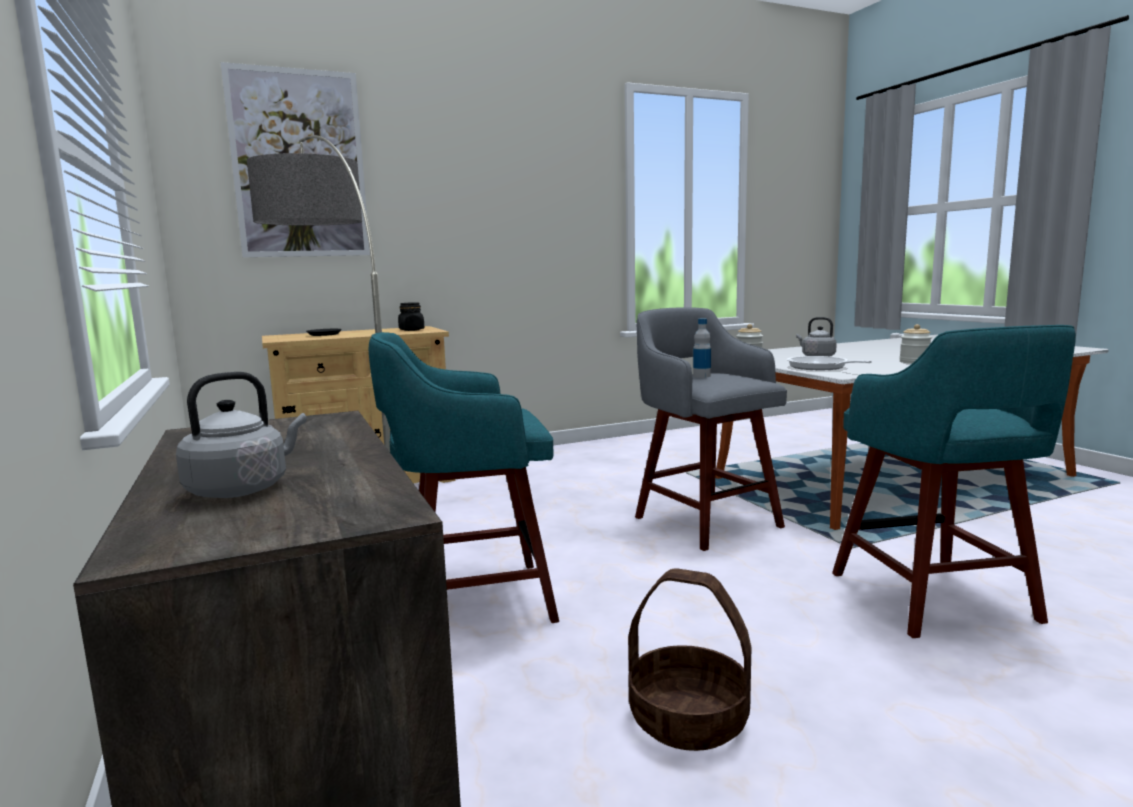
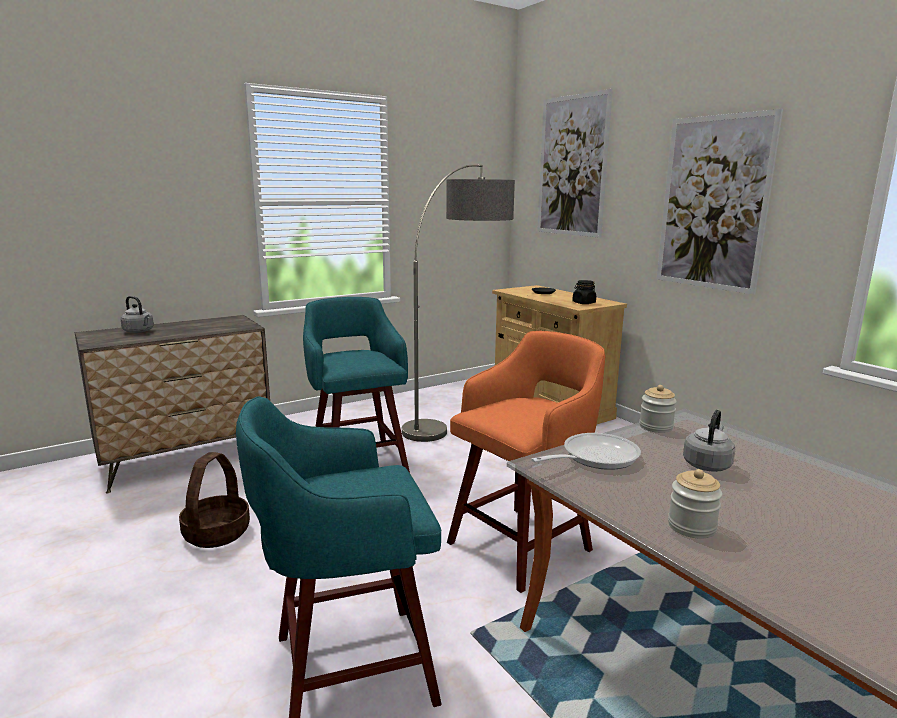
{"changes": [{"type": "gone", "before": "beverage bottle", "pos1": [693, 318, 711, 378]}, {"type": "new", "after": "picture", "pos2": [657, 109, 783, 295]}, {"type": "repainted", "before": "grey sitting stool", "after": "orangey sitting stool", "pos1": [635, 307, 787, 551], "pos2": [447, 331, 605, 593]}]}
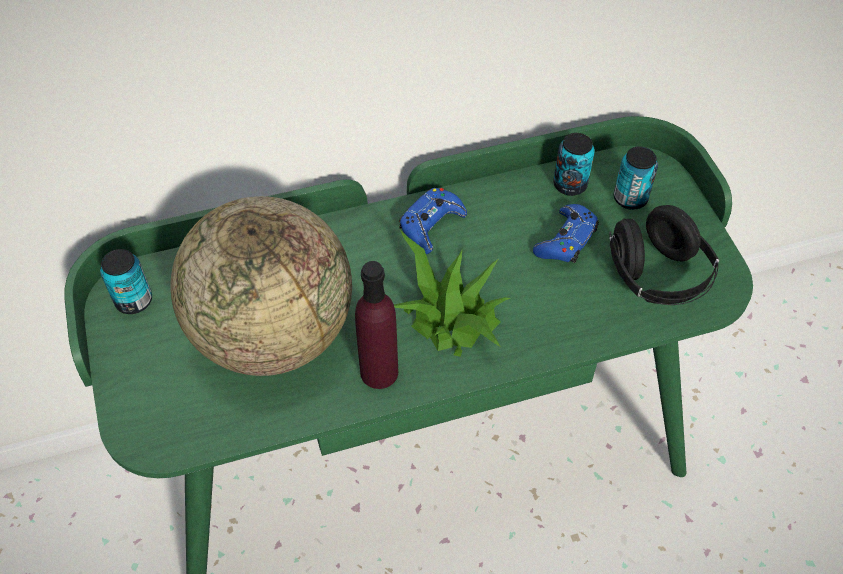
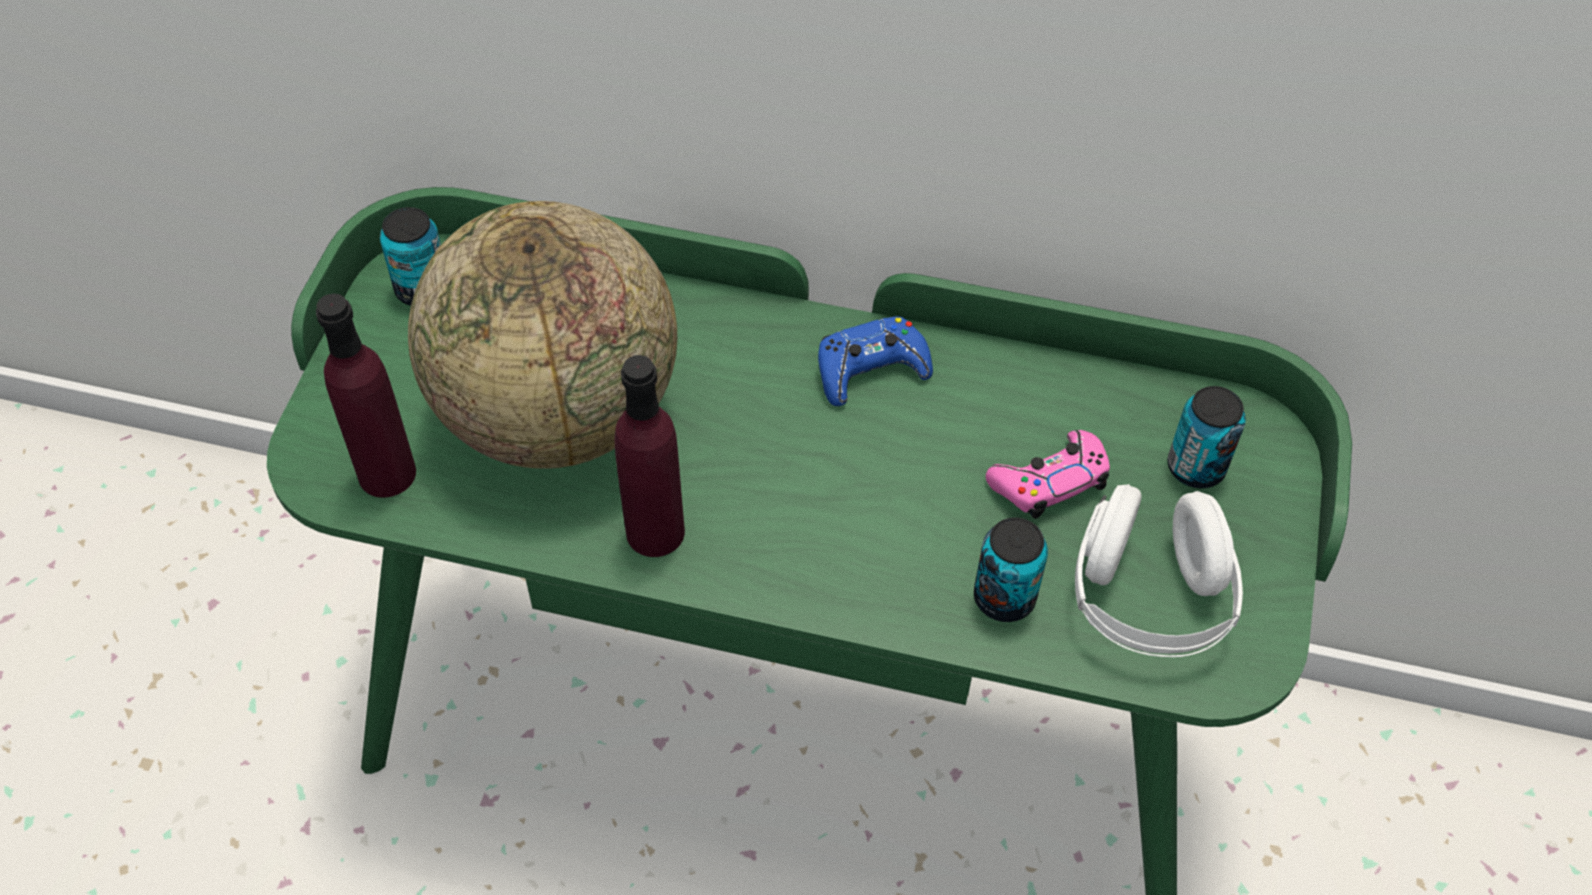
{"changes": [{"type": "gone", "before": "plant in a pot", "pos1": [394, 230, 511, 357]}, {"type": "new", "after": "purple beverage bottle", "pos2": [316, 293, 416, 498]}, {"type": "shifted", "before": "metal can", "pos1": [553, 133, 595, 196], "pos2": [974, 517, 1048, 622]}, {"type": "repainted", "before": "blue joypad", "after": "pink joypad", "pos1": [533, 204, 599, 263], "pos2": [986, 430, 1110, 519]}, {"type": "repainted", "before": "black headphones", "after": "whitish headphones", "pos1": [609, 205, 719, 305], "pos2": [1075, 484, 1243, 657]}]}
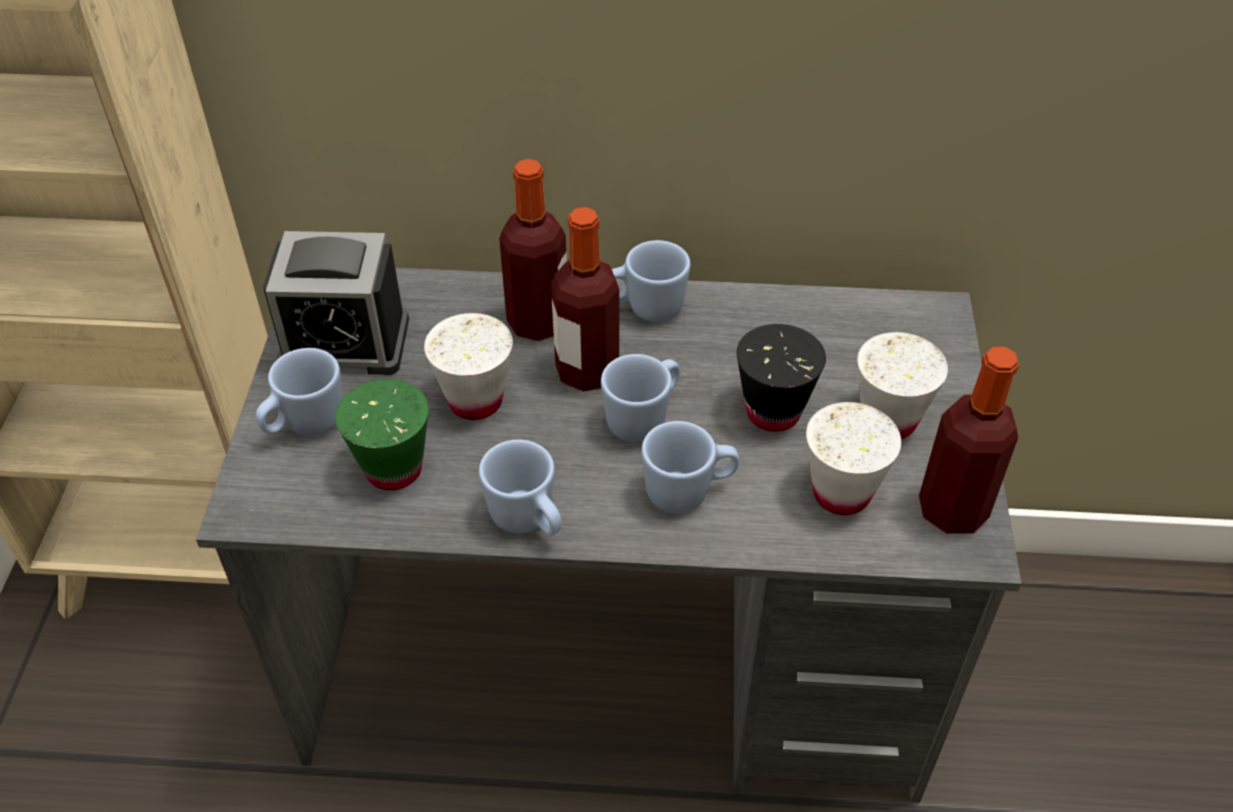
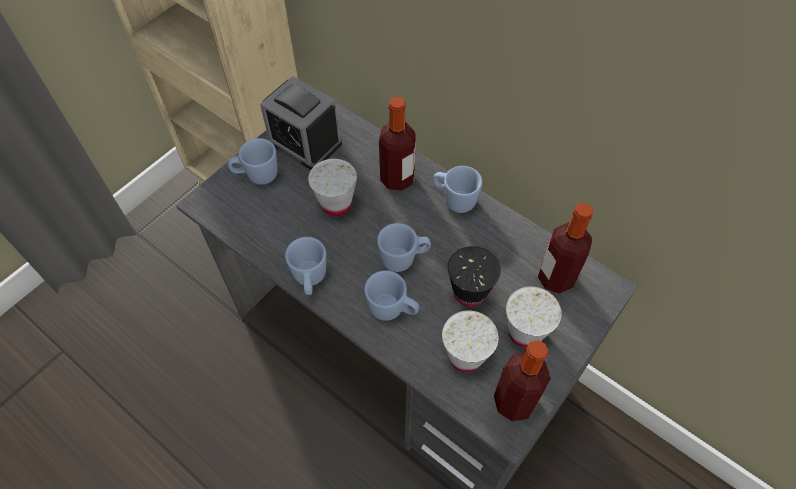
{"changes": [{"type": "gone", "before": "greenish cup", "pos1": [335, 379, 429, 490]}, {"type": "shifted", "before": "beverage bottle", "pos1": [551, 207, 619, 392], "pos2": [538, 203, 593, 294]}]}
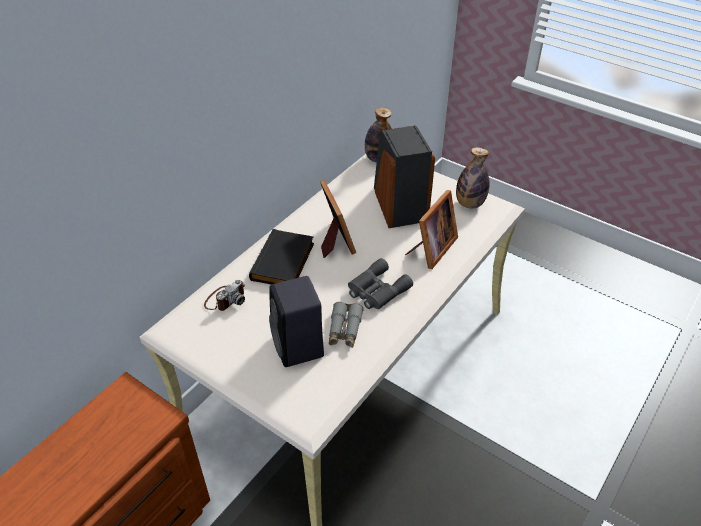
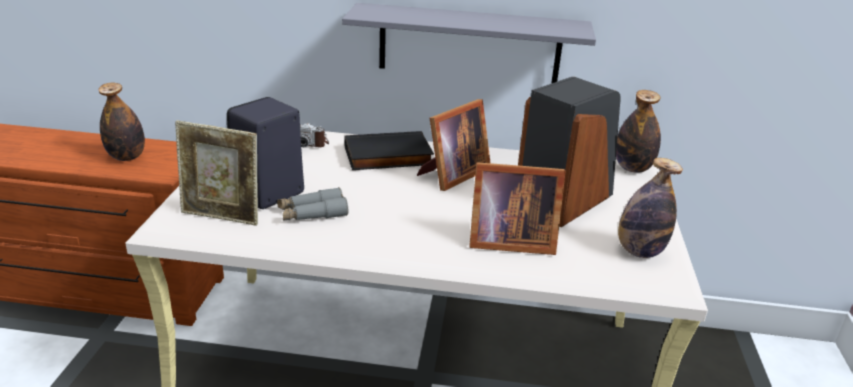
{"changes": [{"type": "gone", "before": "grey binoculars", "pos1": [348, 258, 413, 309]}, {"type": "new", "after": "beverage bottle", "pos2": [98, 83, 145, 161]}, {"type": "new", "after": "standing frame", "pos2": [175, 120, 258, 226]}, {"type": "new", "after": "grey bracket shelf", "pos2": [342, 3, 596, 84]}]}
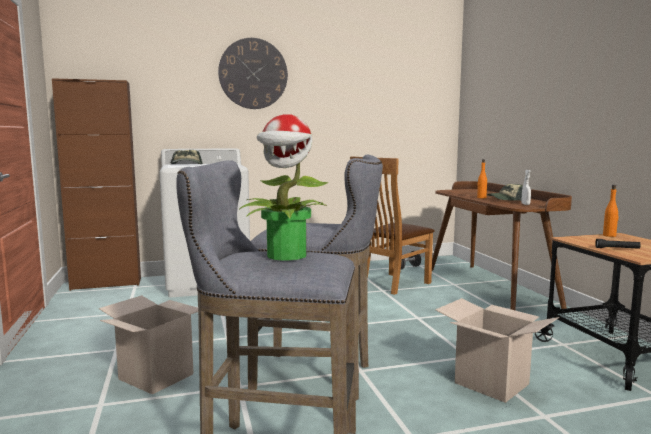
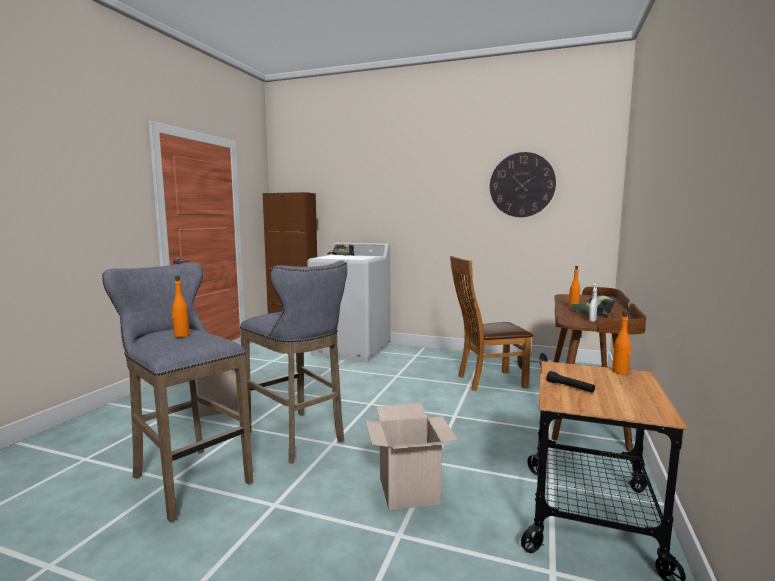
{"changes": [{"type": "shifted", "before": "clock on the wall", "pos1": [218, 38, 288, 109], "pos2": [490, 152, 556, 217]}, {"type": "swapped", "before": "plant in a pot", "after": "orangey beverage bottle", "pos1": [239, 114, 328, 261], "pos2": [172, 276, 189, 337]}]}
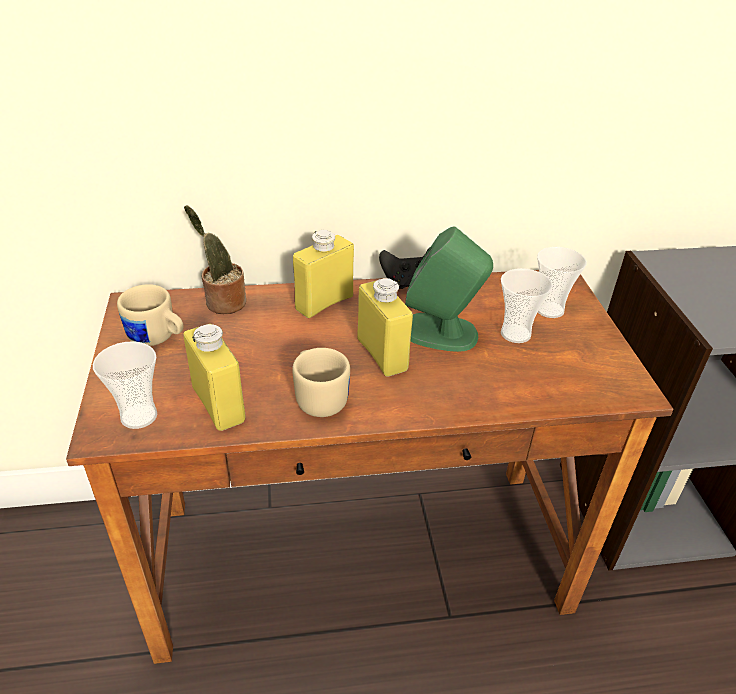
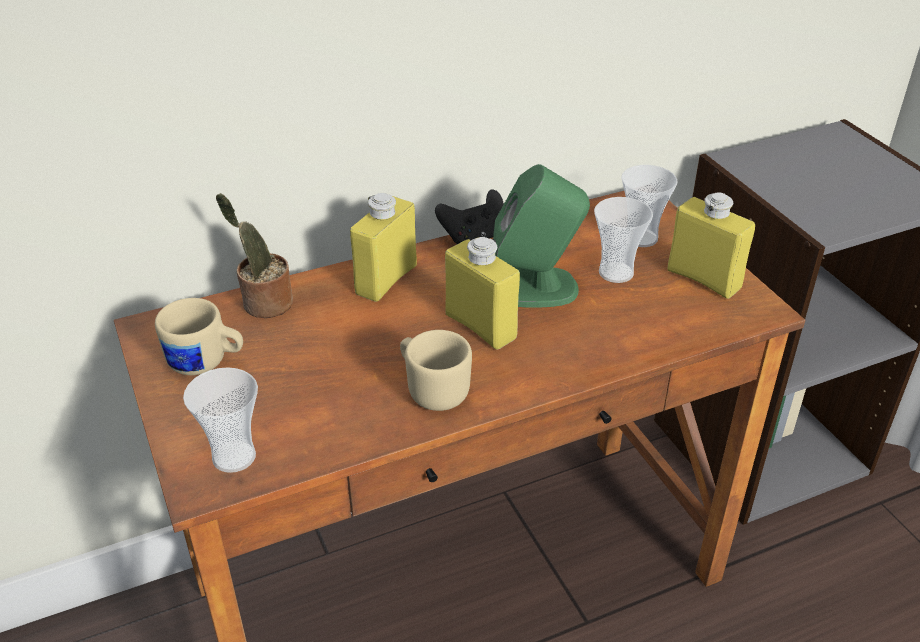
{"changes": [{"type": "shifted", "before": "yellowish beverage bottle", "pos1": [183, 324, 245, 431], "pos2": [668, 192, 755, 299]}]}
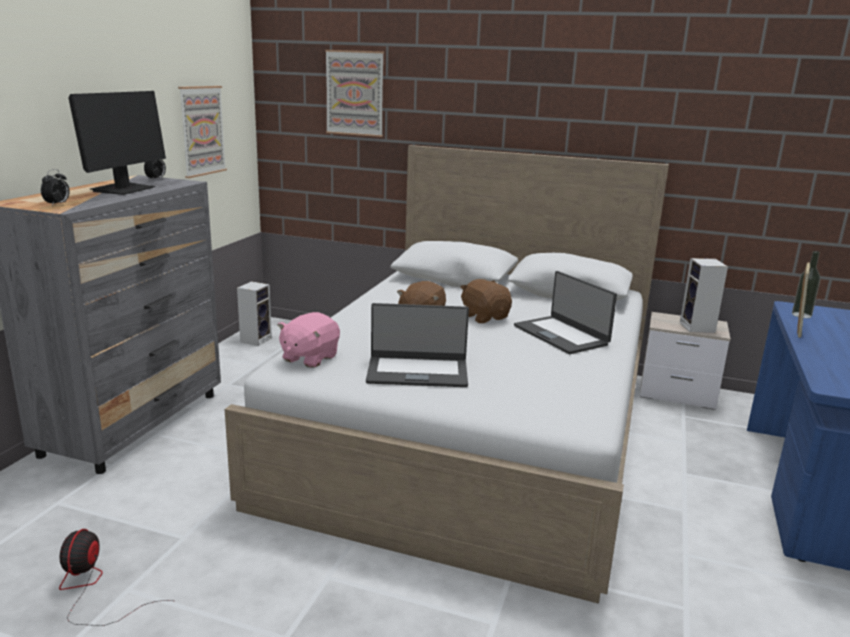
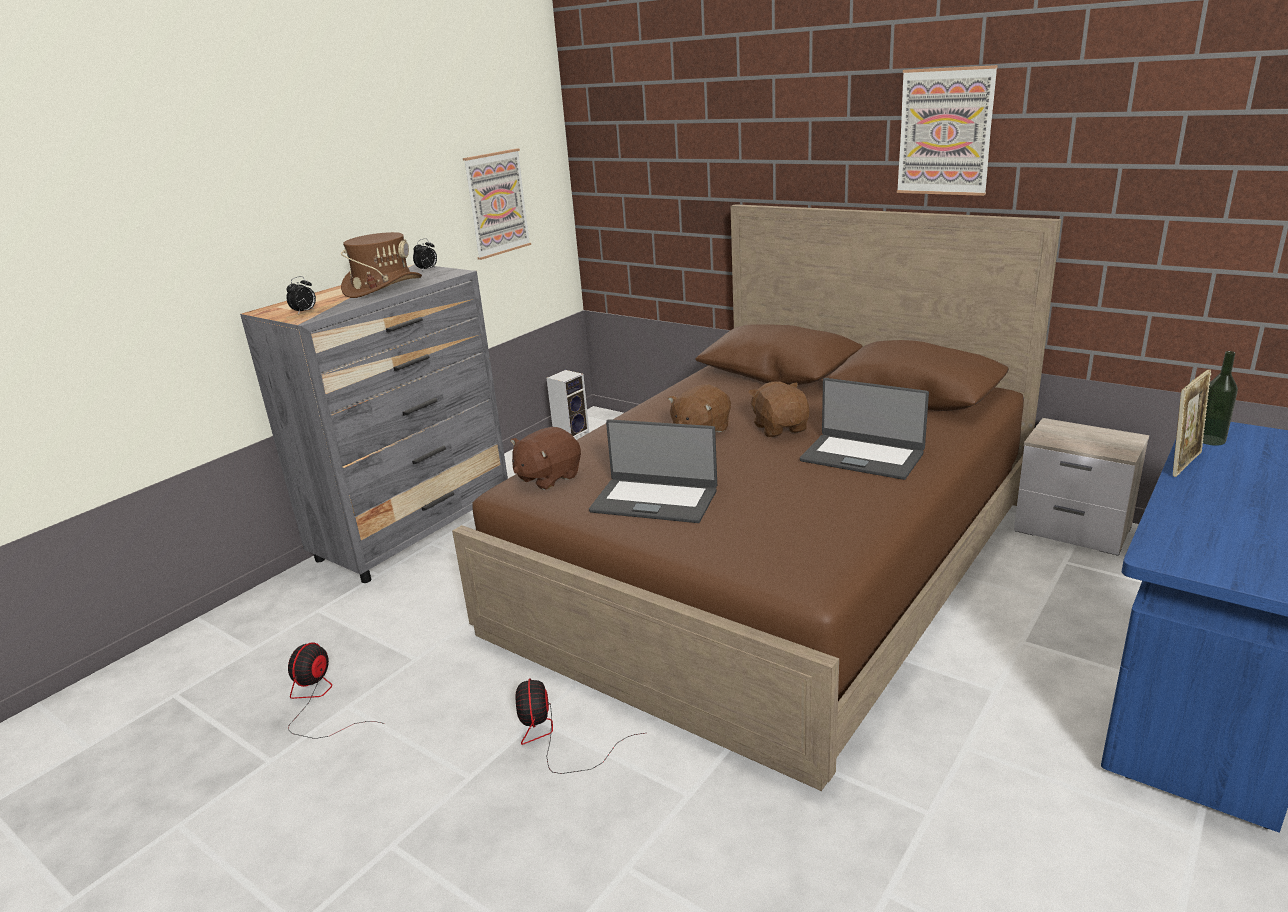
{"changes": [{"type": "gone", "before": "speaker", "pos1": [680, 258, 728, 333]}, {"type": "new", "after": "electric fan", "pos2": [516, 678, 645, 774]}, {"type": "shifted", "before": "picture", "pos1": [325, 50, 384, 137], "pos2": [897, 65, 998, 196]}, {"type": "swapped", "before": "computer display", "after": "brown-coloured hat", "pos1": [68, 91, 166, 195], "pos2": [341, 232, 422, 298]}, {"type": "repainted", "before": "whitish sleeping bed", "after": "brown-coloured sleeping bed", "pos1": [225, 145, 669, 604], "pos2": [452, 204, 1061, 791]}, {"type": "repainted", "before": "pink cuddly toy", "after": "brown-coloured cuddly toy", "pos1": [277, 312, 340, 368], "pos2": [511, 427, 581, 490]}, {"type": "rotated", "before": "laptop", "pos1": [514, 271, 617, 354], "pos2": [800, 378, 929, 480], "turn": -45}]}
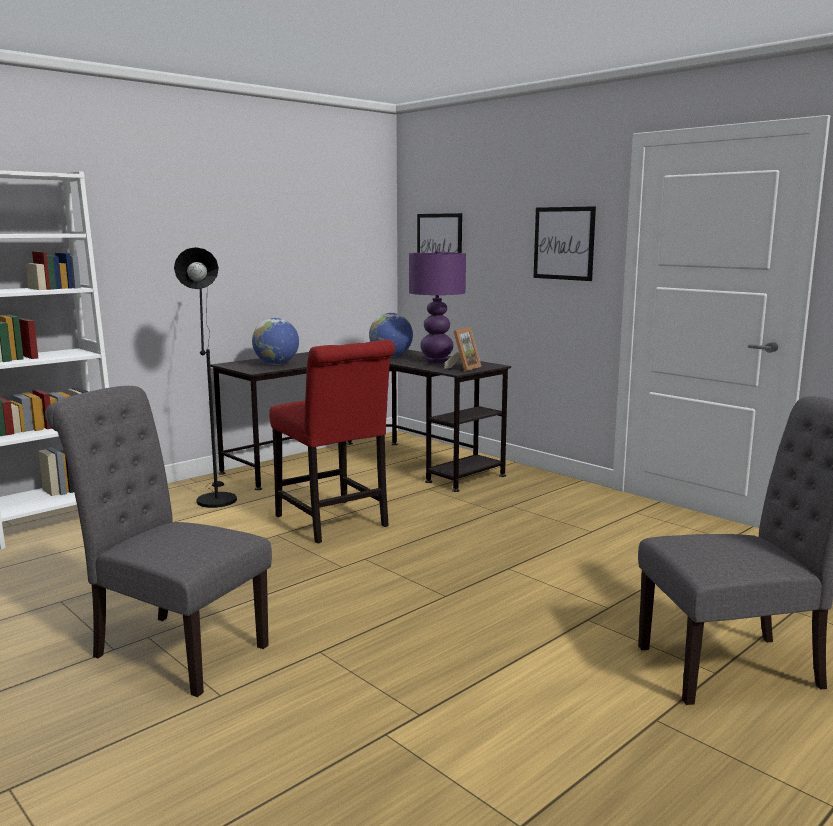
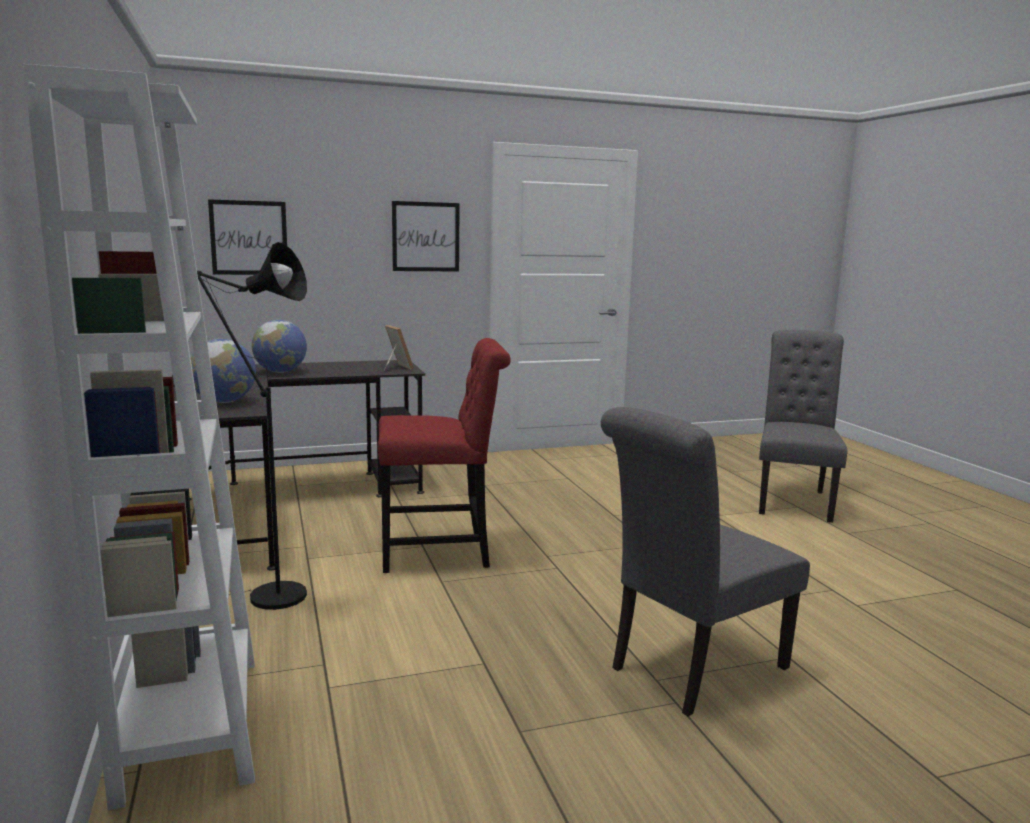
{"changes": [{"type": "gone", "before": "purple tabletop lamp", "pos1": [409, 249, 466, 363]}]}
